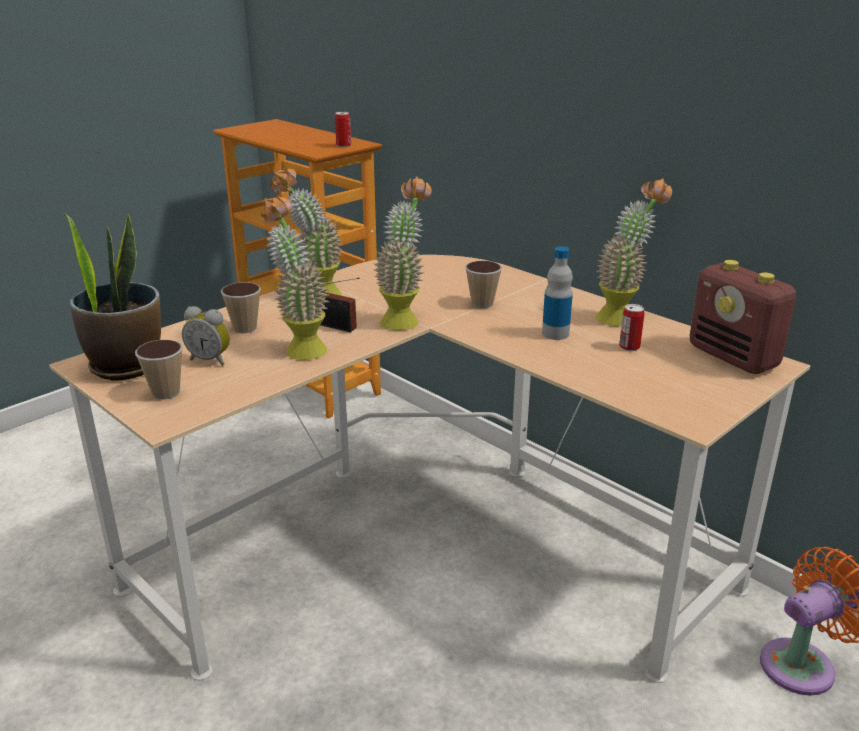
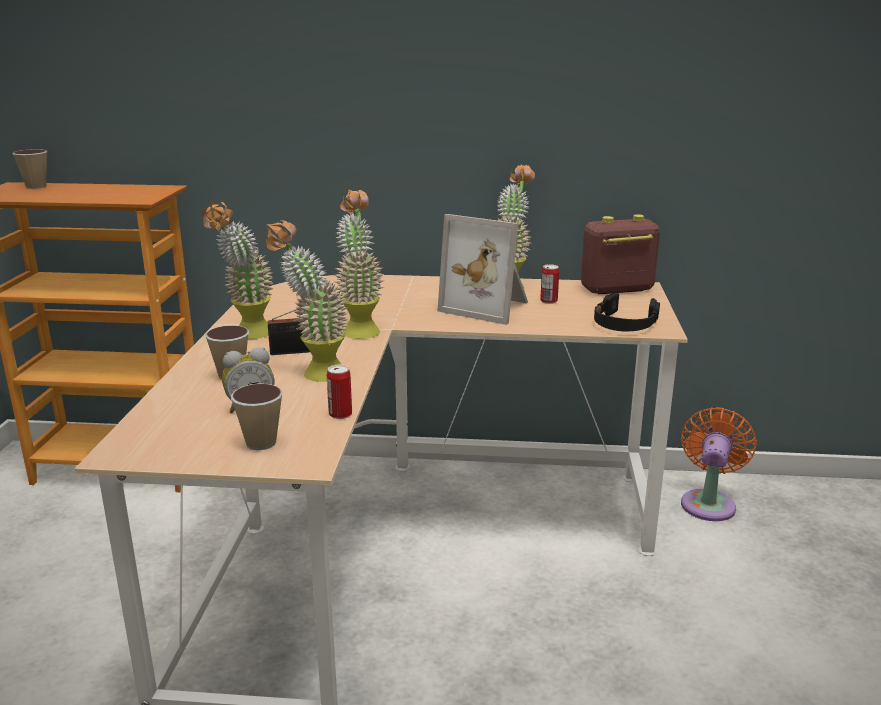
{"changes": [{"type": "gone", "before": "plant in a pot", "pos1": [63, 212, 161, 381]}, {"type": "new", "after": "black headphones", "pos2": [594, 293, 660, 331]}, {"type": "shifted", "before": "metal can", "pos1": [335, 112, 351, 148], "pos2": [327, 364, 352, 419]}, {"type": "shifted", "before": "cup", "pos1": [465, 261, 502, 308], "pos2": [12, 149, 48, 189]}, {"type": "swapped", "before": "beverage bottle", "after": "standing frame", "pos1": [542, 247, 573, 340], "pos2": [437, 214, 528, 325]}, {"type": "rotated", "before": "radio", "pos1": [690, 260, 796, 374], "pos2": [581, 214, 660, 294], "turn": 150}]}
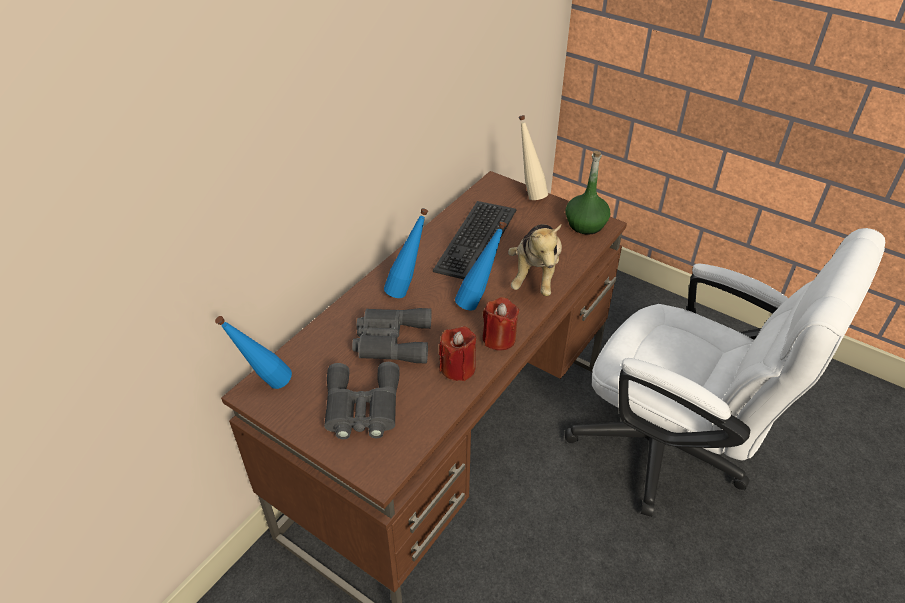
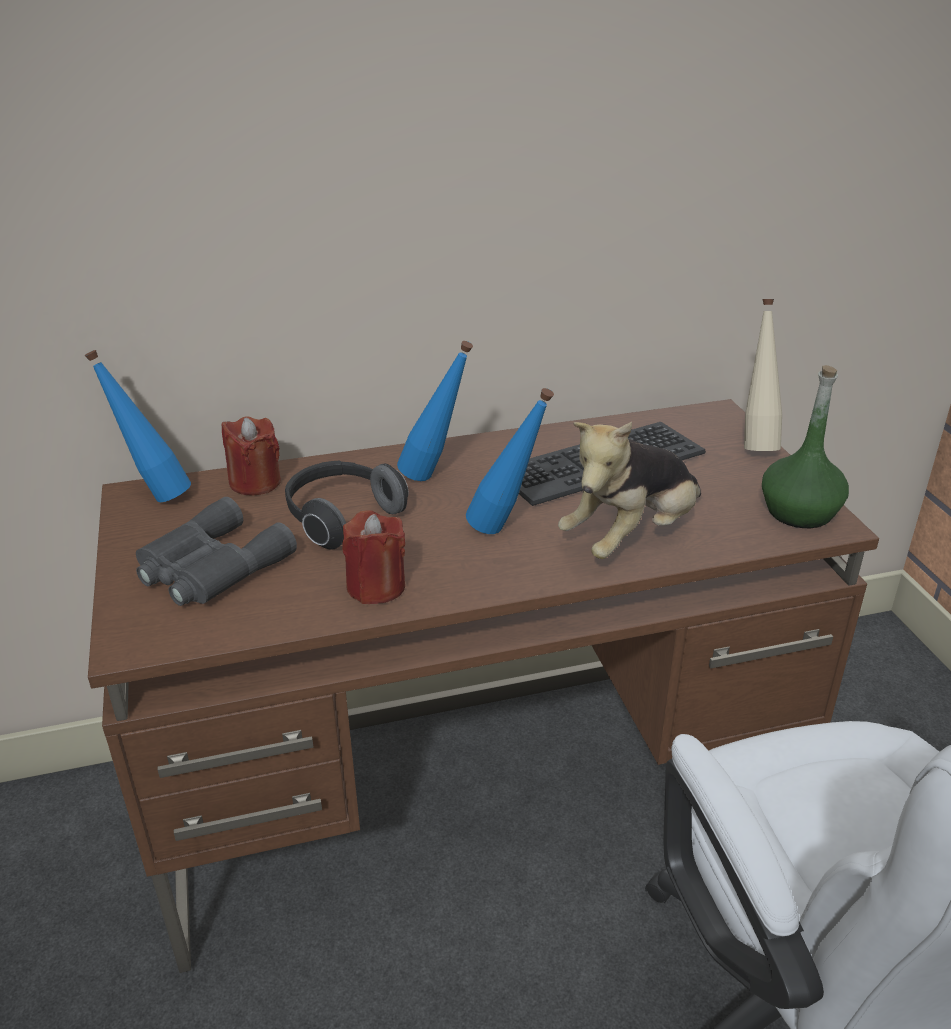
{"changes": [{"type": "shifted", "before": "red-coloured wax light", "pos1": [482, 297, 519, 350], "pos2": [222, 416, 281, 496]}, {"type": "swapped", "before": "grey binoculars", "after": "headphones", "pos1": [352, 308, 431, 364], "pos2": [285, 461, 409, 550]}]}
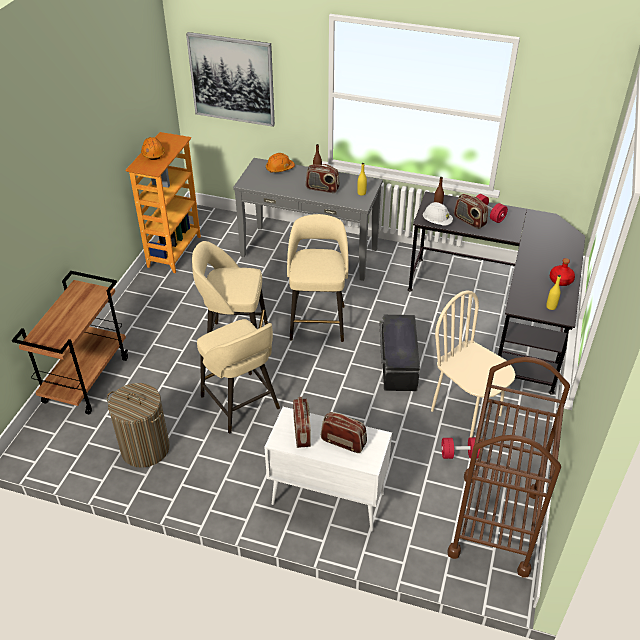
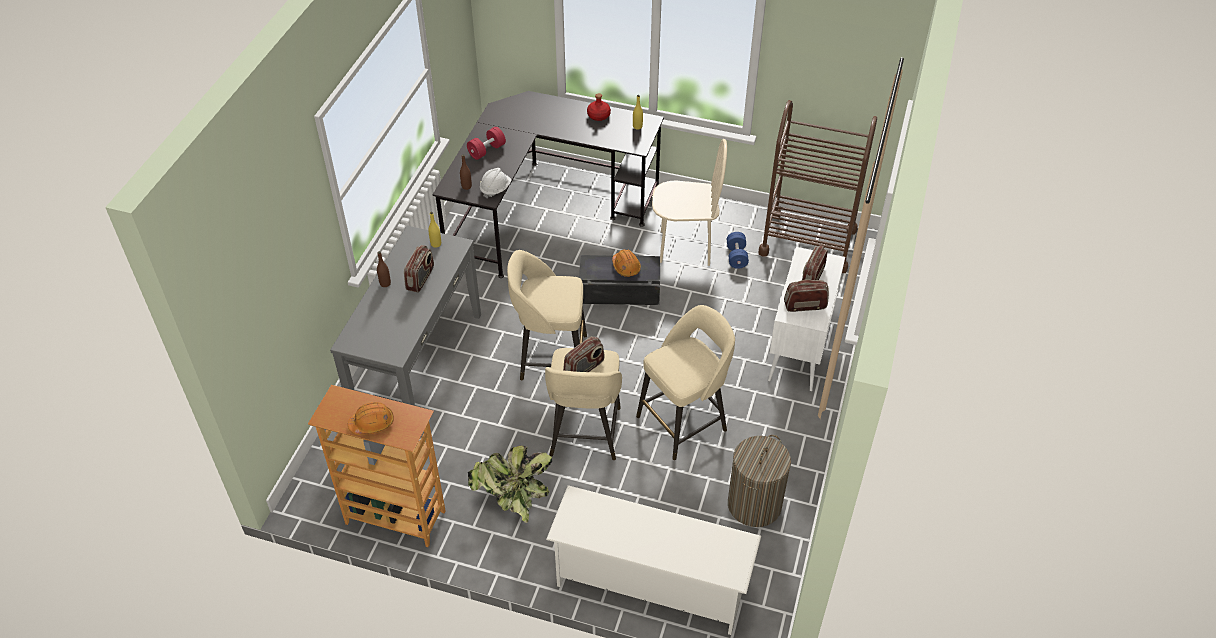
{"changes": [{"type": "gone", "before": "picture", "pos1": [186, 32, 275, 127]}, {"type": "new", "after": "plant in a pot", "pos2": [468, 446, 552, 523]}, {"type": "shifted", "before": "orangey safety helmet", "pos1": [266, 153, 295, 172], "pos2": [612, 249, 641, 277]}, {"type": "shifted", "before": "radio", "pos1": [454, 194, 488, 229], "pos2": [563, 336, 604, 372]}, {"type": "swapped", "before": "brown-coloured trolley", "after": "whitish shoe rack", "pos1": [12, 271, 128, 415], "pos2": [546, 485, 761, 635]}, {"type": "repainted", "before": "red-coloured hand weight", "after": "blue hand weight", "pos1": [441, 437, 480, 459], "pos2": [727, 232, 749, 269]}, {"type": "rotated", "before": "sand-coloured chair", "pos1": [431, 290, 515, 437], "pos2": [652, 139, 727, 266], "turn": -135}]}
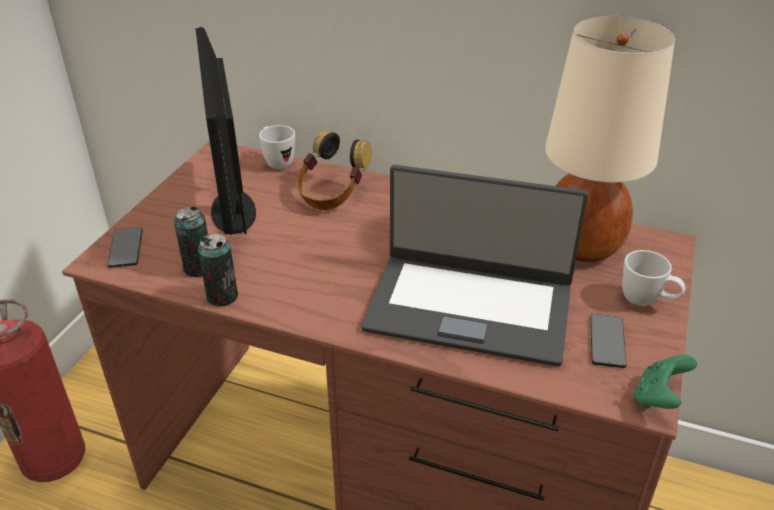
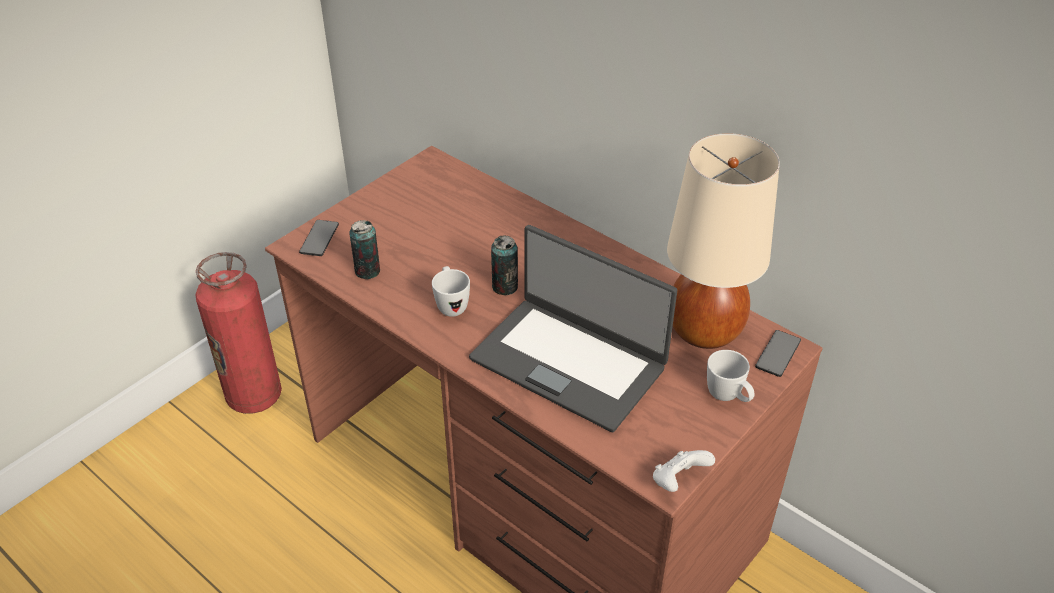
{"changes": [{"type": "gone", "before": "computer display", "pos1": [196, 27, 256, 235]}, {"type": "gone", "before": "headphones", "pos1": [296, 130, 372, 210]}, {"type": "shifted", "before": "metal can", "pos1": [198, 233, 238, 306], "pos2": [491, 236, 518, 295]}, {"type": "shifted", "before": "whitish mug", "pos1": [259, 125, 295, 169], "pos2": [432, 266, 470, 317]}, {"type": "shifted", "before": "handset", "pos1": [590, 314, 627, 368], "pos2": [755, 330, 801, 377]}, {"type": "repainted", "before": "greenish joypad", "after": "whitish joypad", "pos1": [634, 355, 697, 409], "pos2": [653, 450, 715, 492]}]}
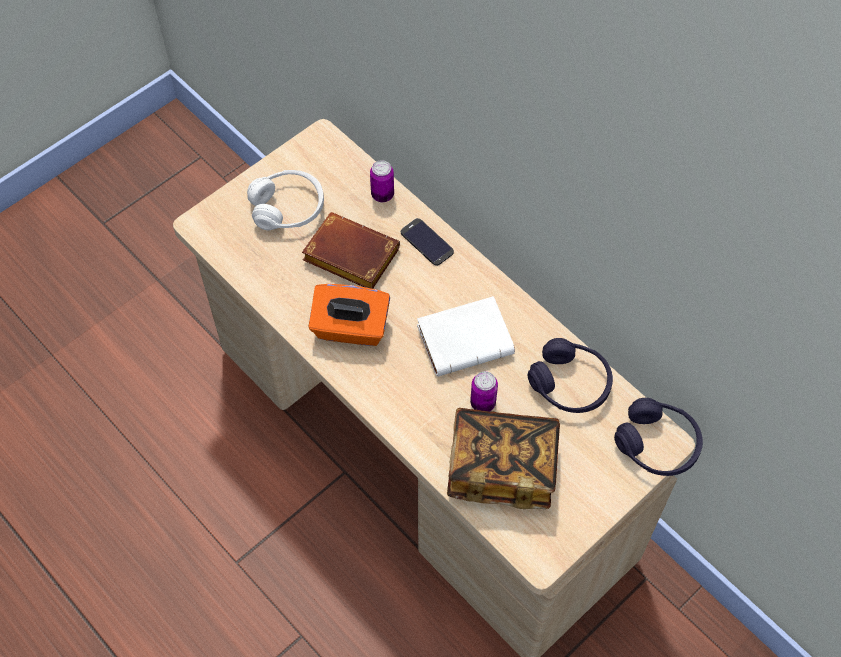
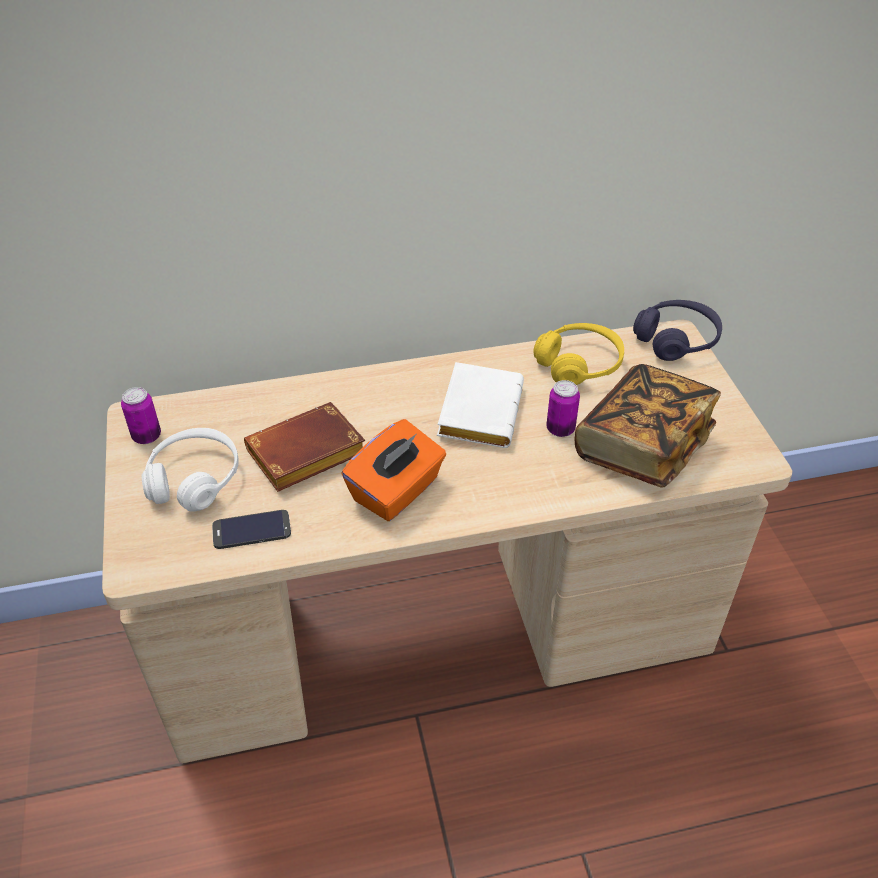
{"changes": [{"type": "shifted", "before": "metal can", "pos1": [370, 160, 394, 202], "pos2": [121, 387, 161, 444]}, {"type": "shifted", "before": "handset", "pos1": [401, 218, 454, 266], "pos2": [212, 510, 291, 549]}, {"type": "repainted", "before": "purple headphones", "after": "yellowish headphones", "pos1": [527, 338, 613, 413], "pos2": [533, 323, 624, 385]}]}
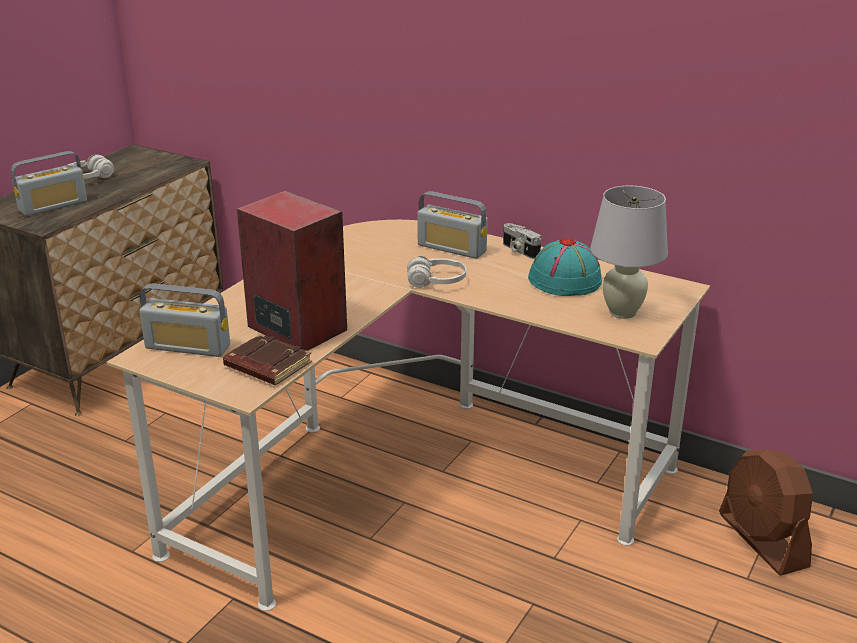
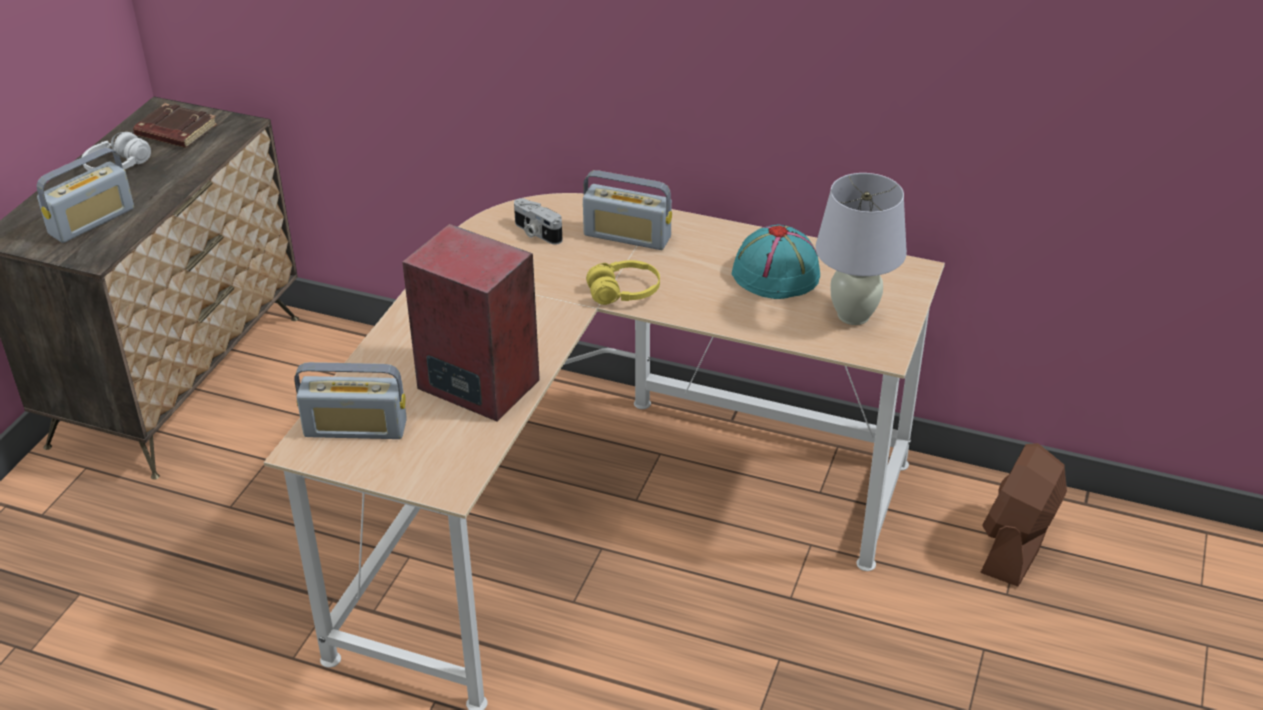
{"changes": [{"type": "shifted", "before": "brown-coloured book", "pos1": [223, 334, 312, 385], "pos2": [133, 103, 217, 148]}, {"type": "shifted", "before": "photo camera", "pos1": [503, 223, 541, 259], "pos2": [514, 198, 562, 245]}, {"type": "repainted", "before": "whitish headphones", "after": "yellowish headphones", "pos1": [407, 256, 466, 288], "pos2": [586, 260, 660, 305]}, {"type": "rotated", "before": "brown-coloured electric fan", "pos1": [719, 449, 813, 576], "pos2": [980, 443, 1067, 587], "turn": 60}]}
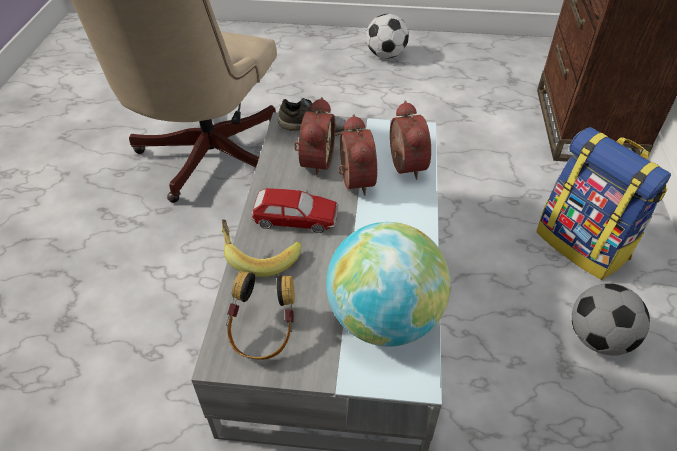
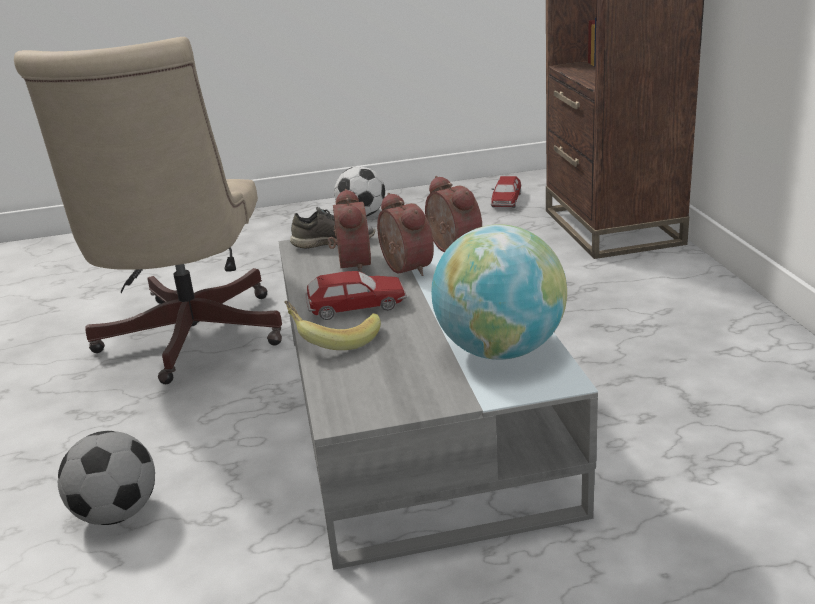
{"changes": [{"type": "gone", "before": "headphones", "pos1": [226, 271, 295, 360]}, {"type": "gone", "before": "backpack", "pos1": [536, 127, 671, 280]}, {"type": "new", "after": "toy car", "pos2": [491, 176, 522, 208]}, {"type": "shifted", "before": "ball for football", "pos1": [572, 283, 650, 355], "pos2": [58, 431, 155, 525]}]}
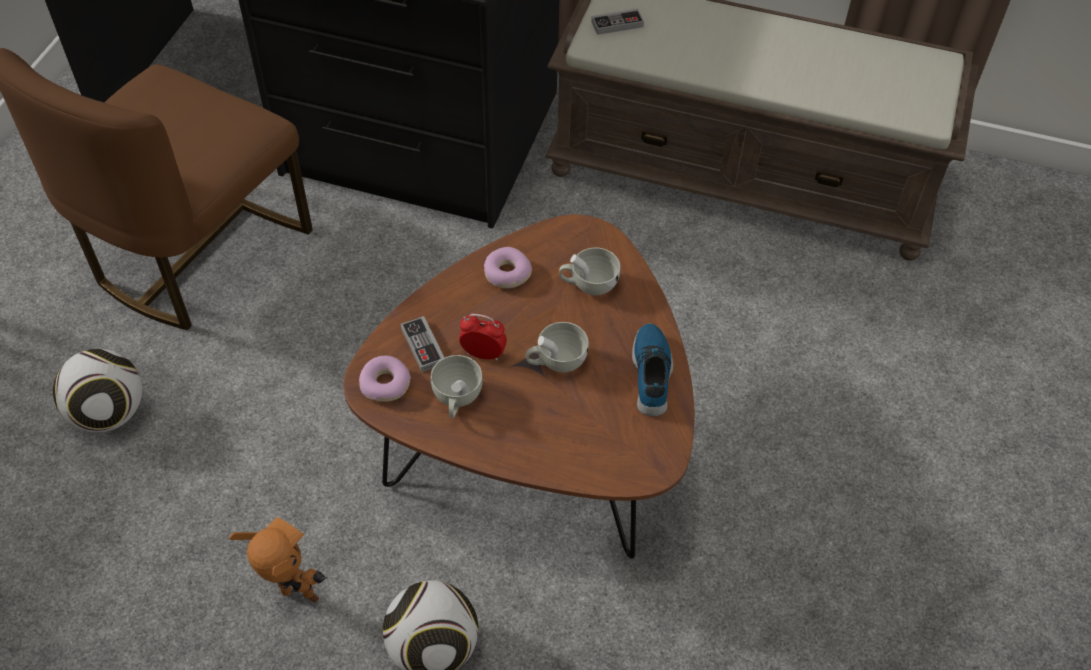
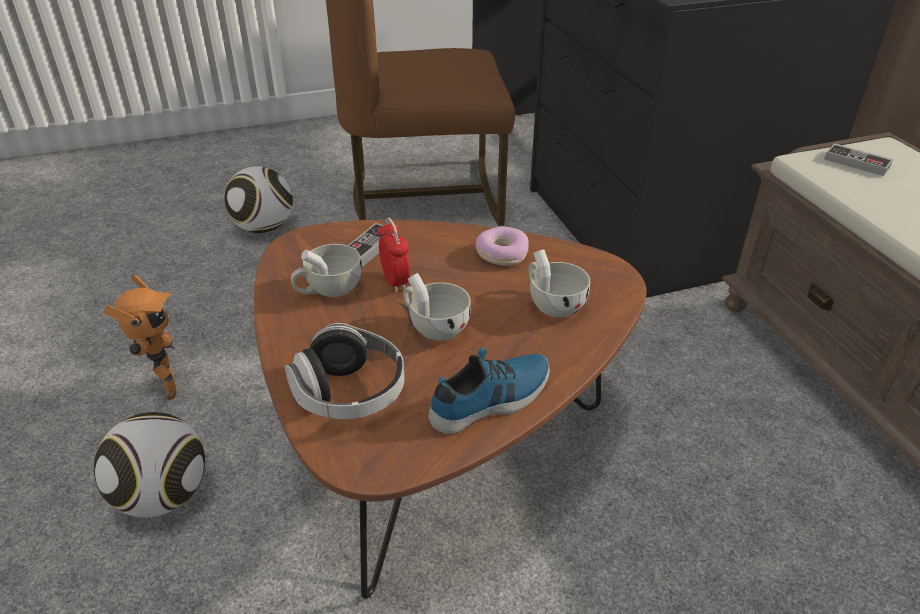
{"changes": [{"type": "gone", "before": "donut", "pos1": [359, 356, 411, 402]}, {"type": "new", "after": "headphones", "pos2": [285, 323, 405, 419]}]}
